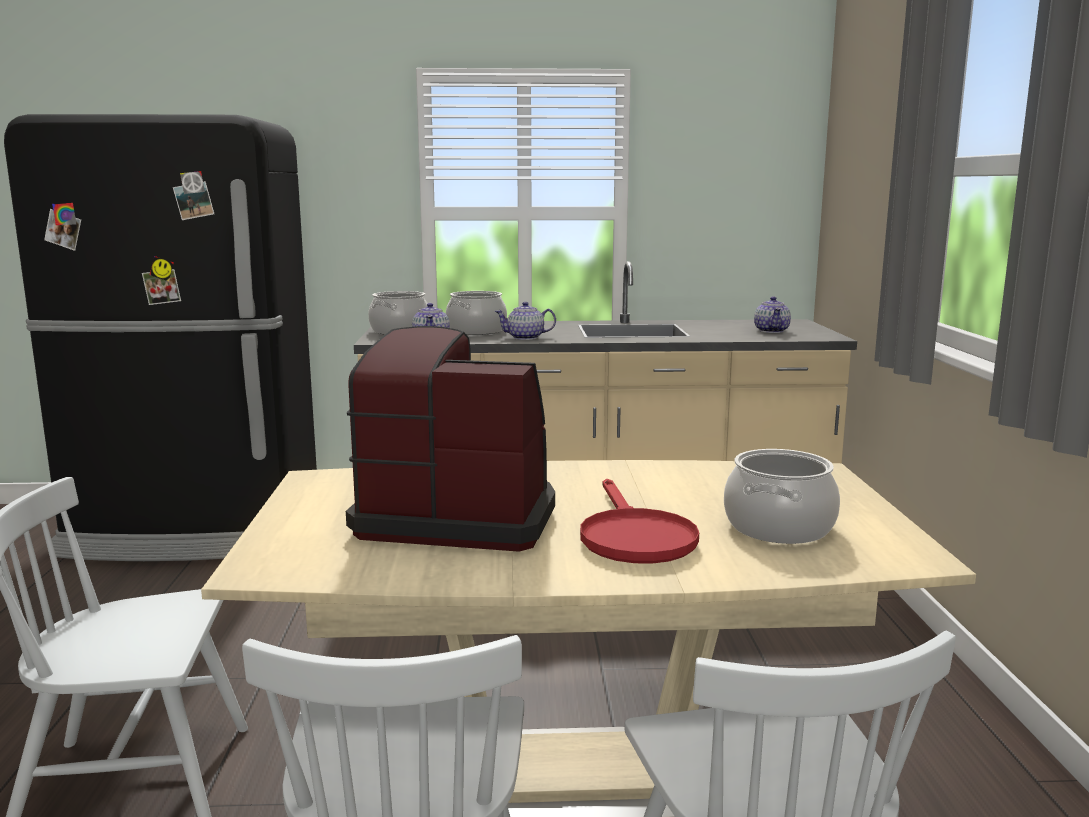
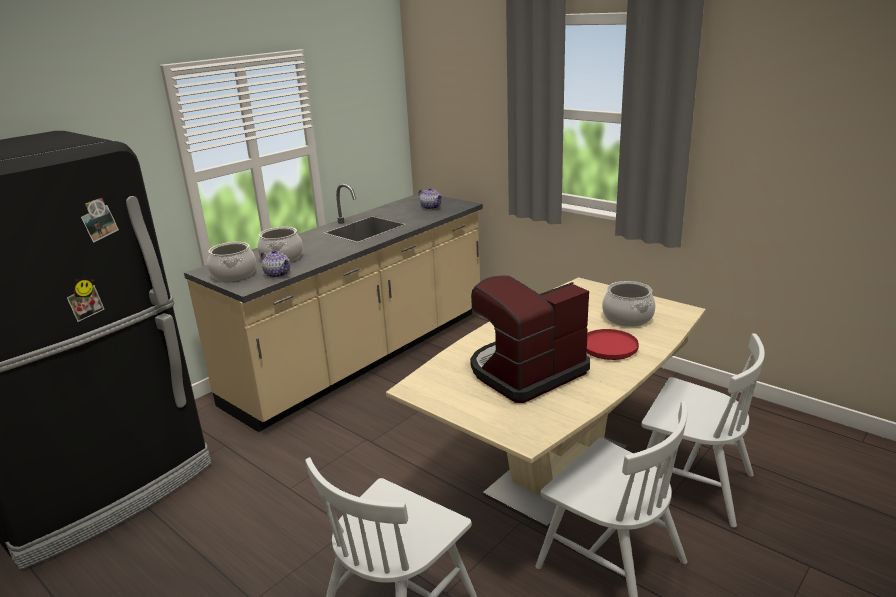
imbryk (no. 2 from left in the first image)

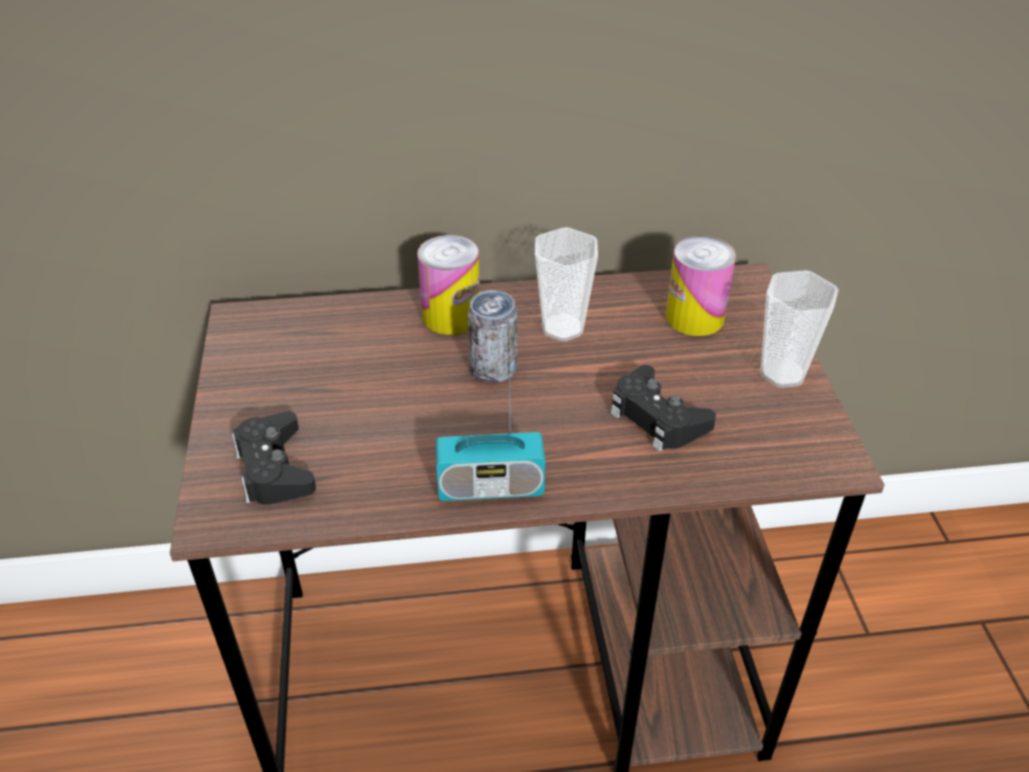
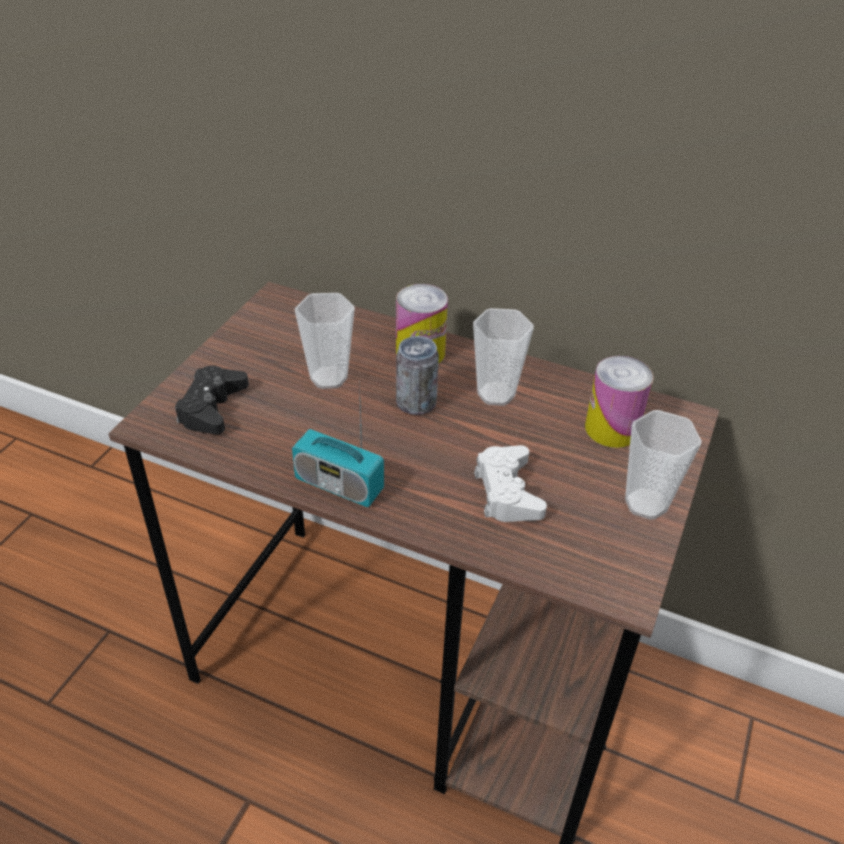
pad do gier [biały]
filiżanka (no. 1 from left)

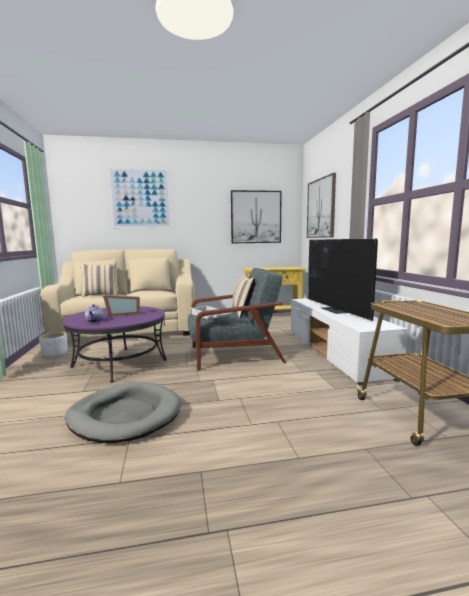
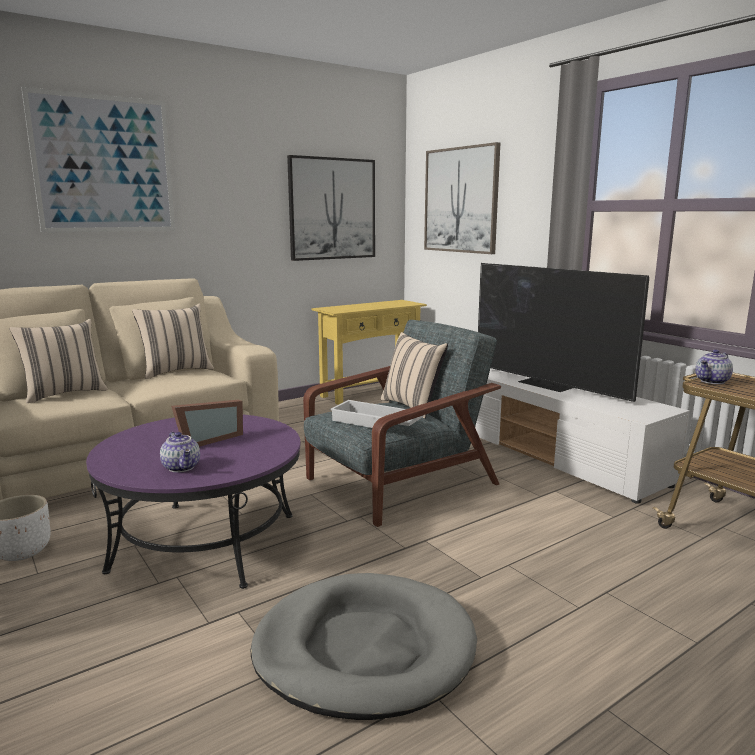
poduszka [beżowy] (no. 2 from left)
imbryk (no. 2 from left)

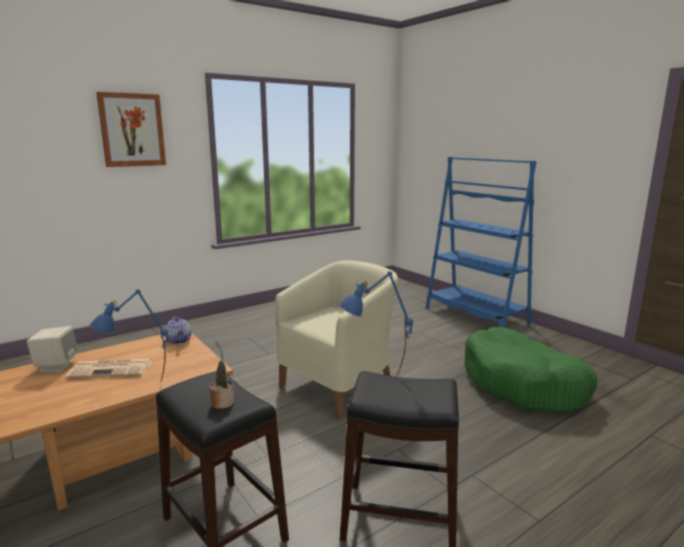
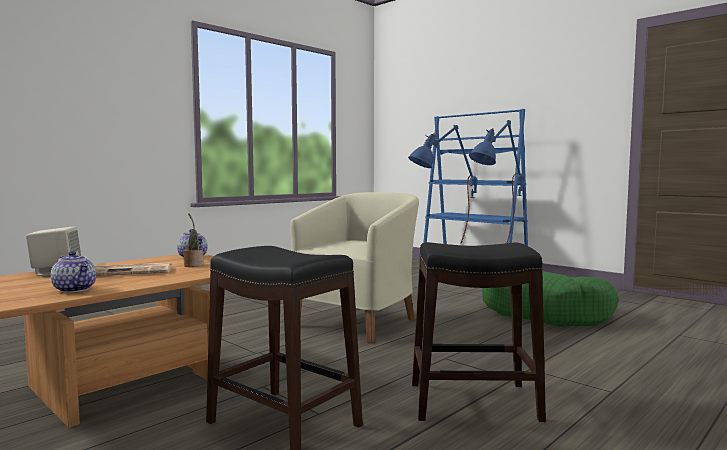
obraz
lampa stołowa [niebieski] (no. 2 from left)
roślina doniczkowa
imbryk (no. 1 from left)

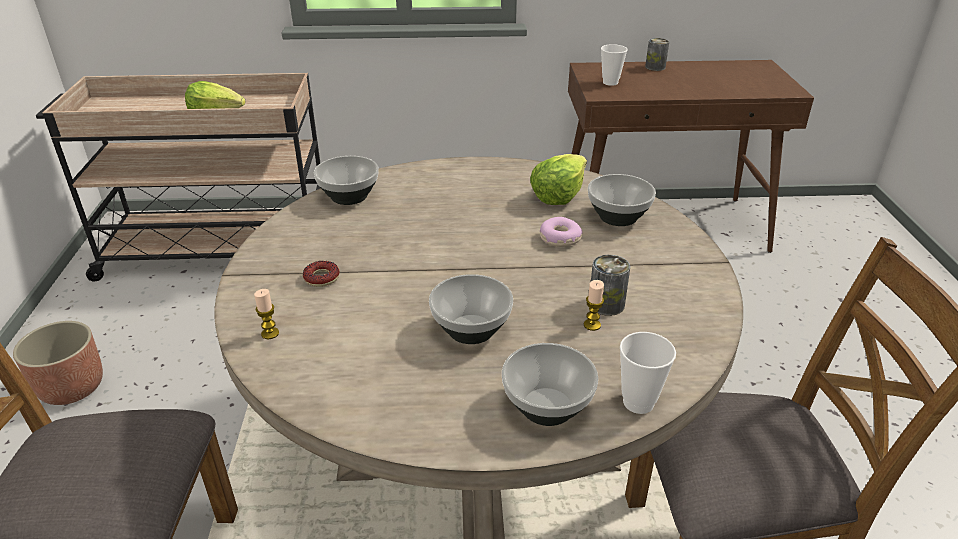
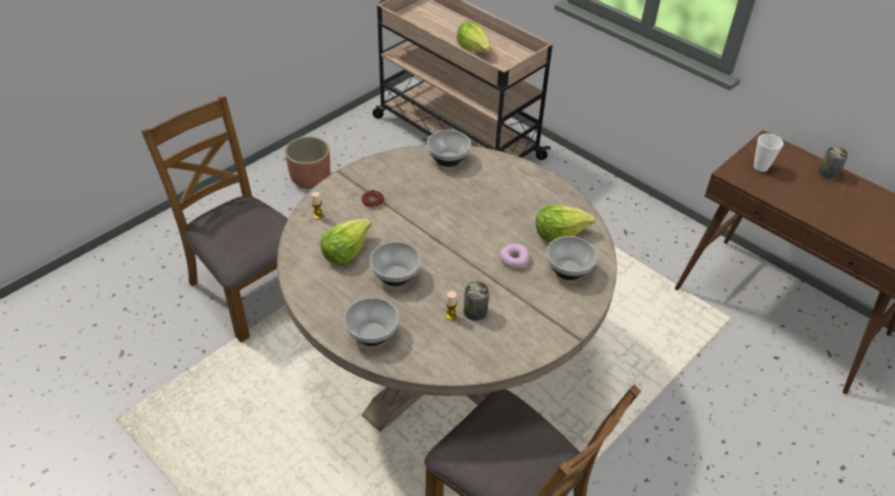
filiżanka (no. 2 from left in the first image)
sałata (no. 1 from left)

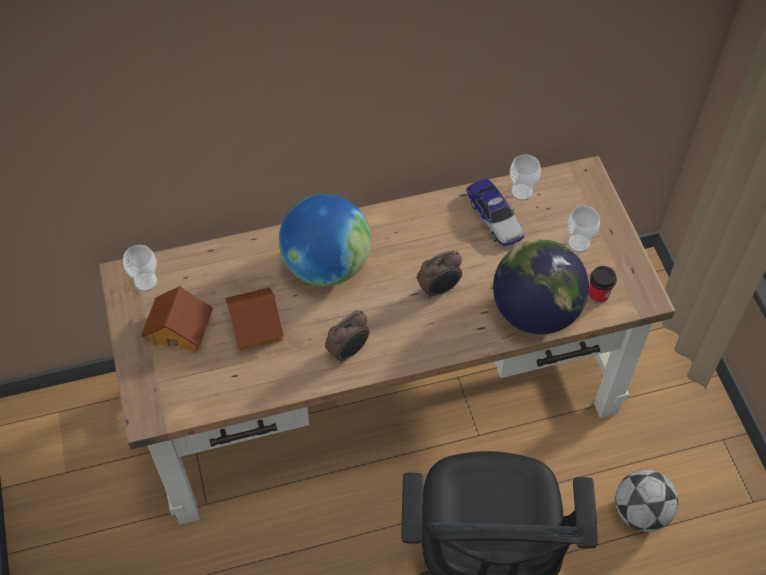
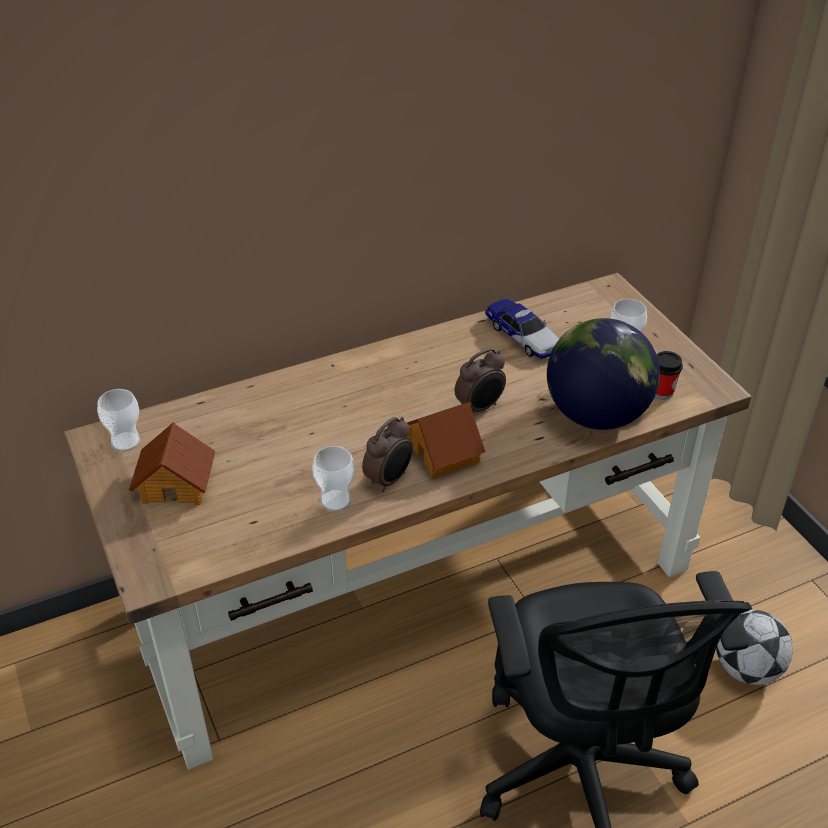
filiżanka (no. 2 from left)
globus (no. 1 from left in the first image)
domek (no. 2 from left)

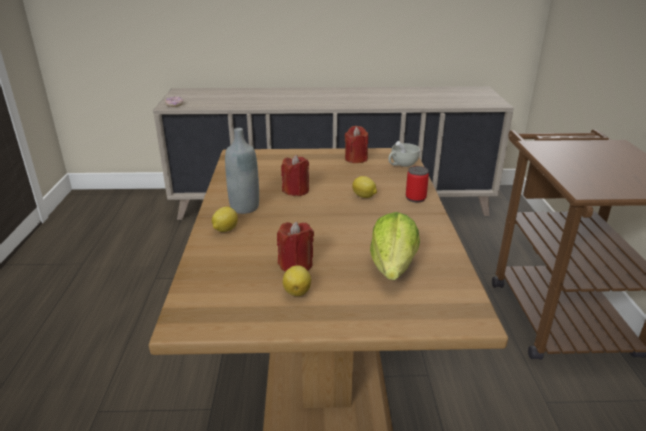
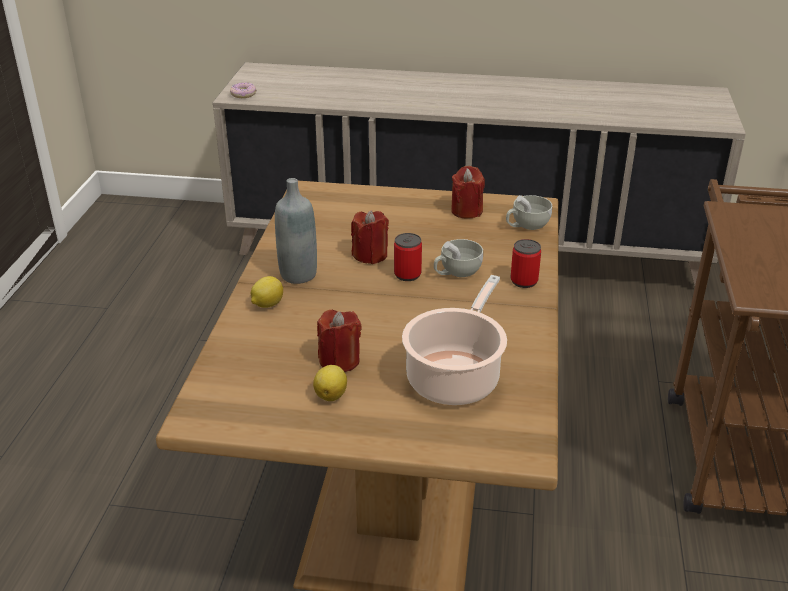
filiżanka [biały] (no. 1 from left)
garnek
puszka (no. 1 from left)

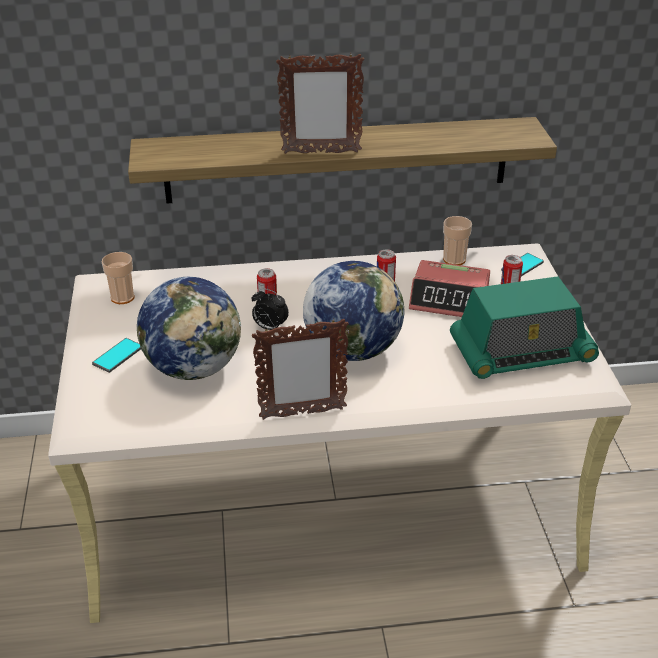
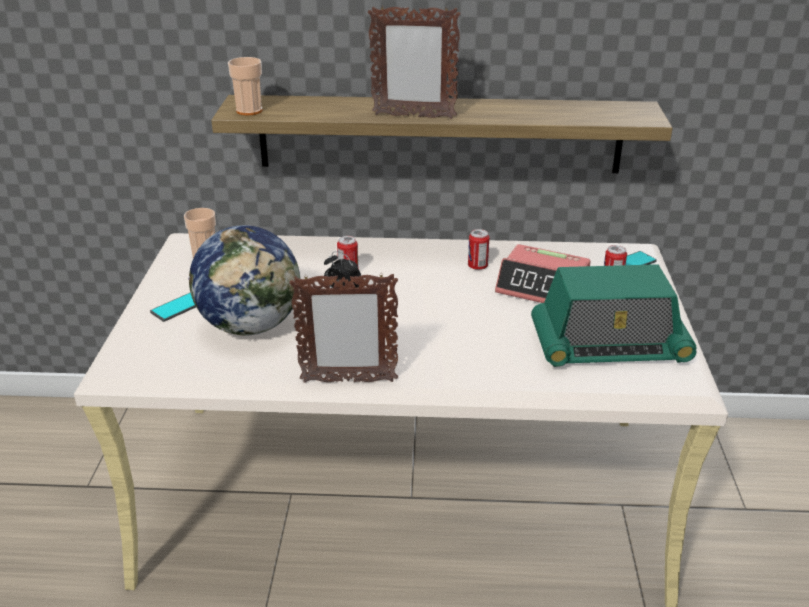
filiżanka (no. 2 from left)
globus (no. 2 from left in the first image)

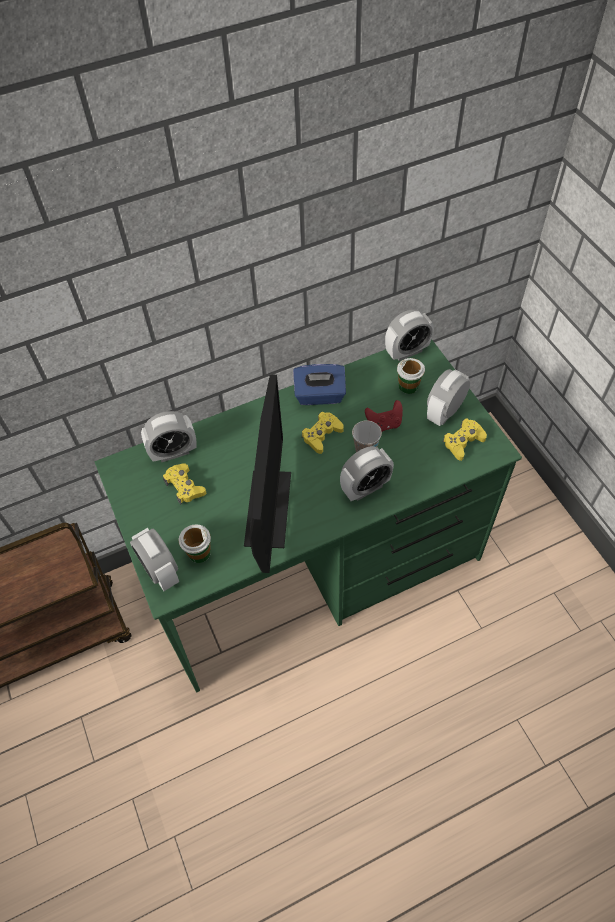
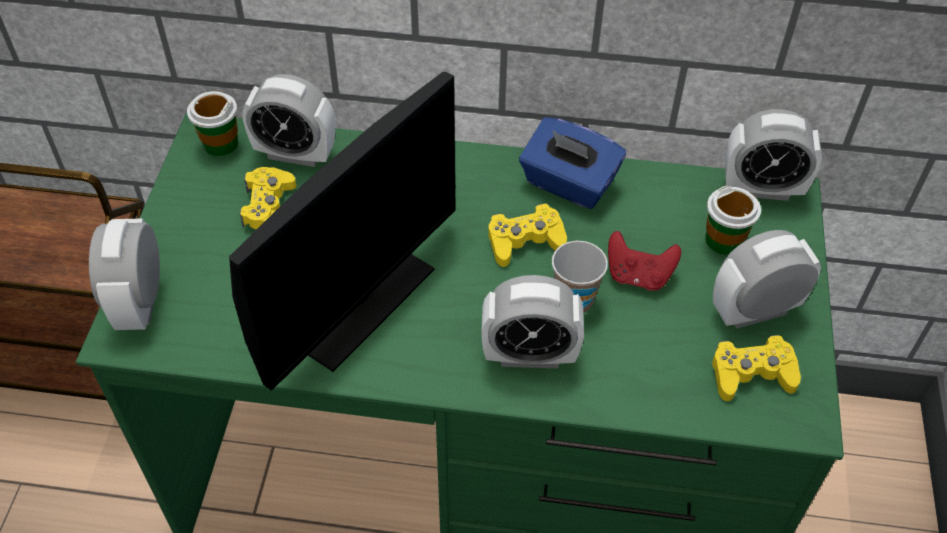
filiżanka (no. 1 from left)

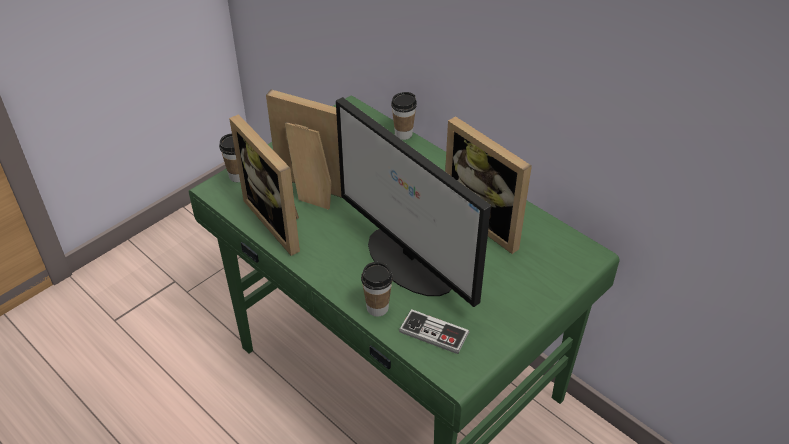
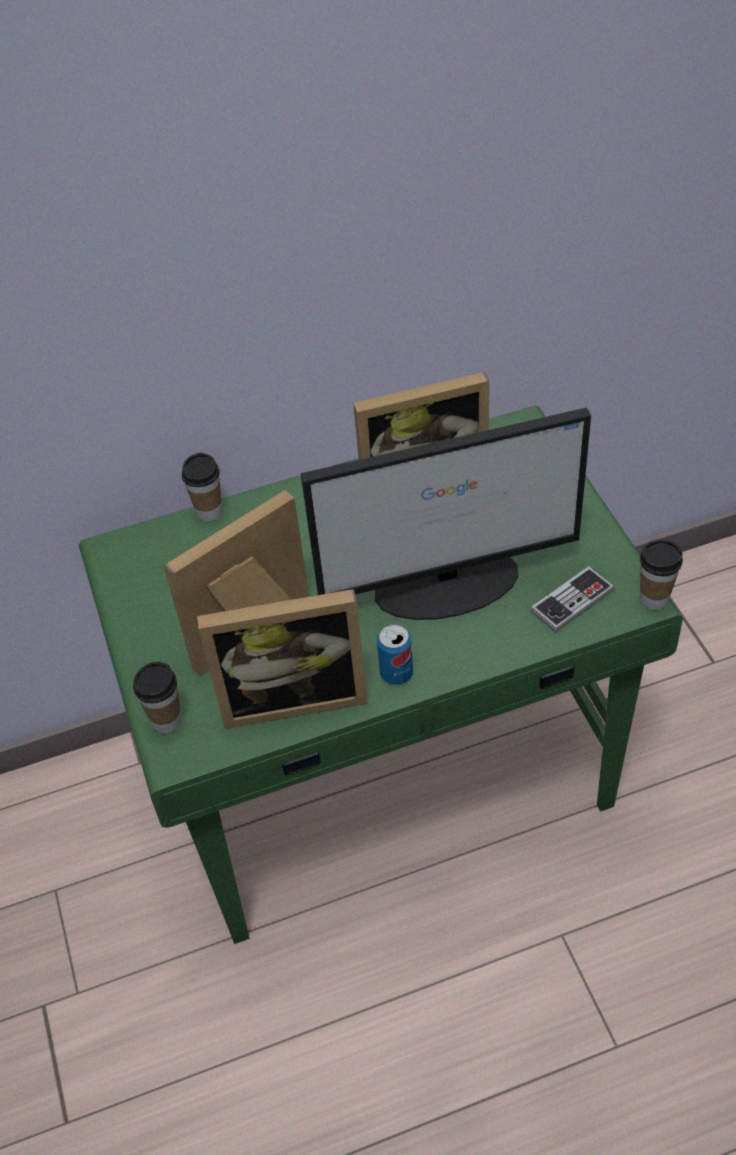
filiżanka (no. 3 from left)
puszka

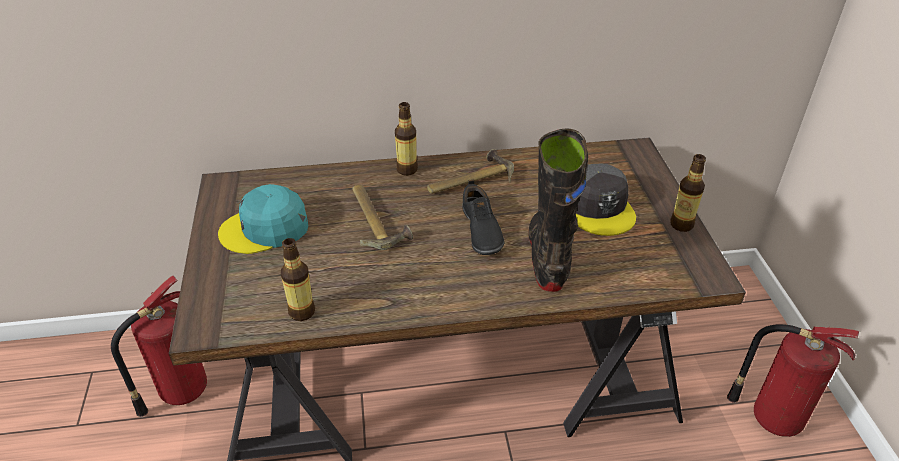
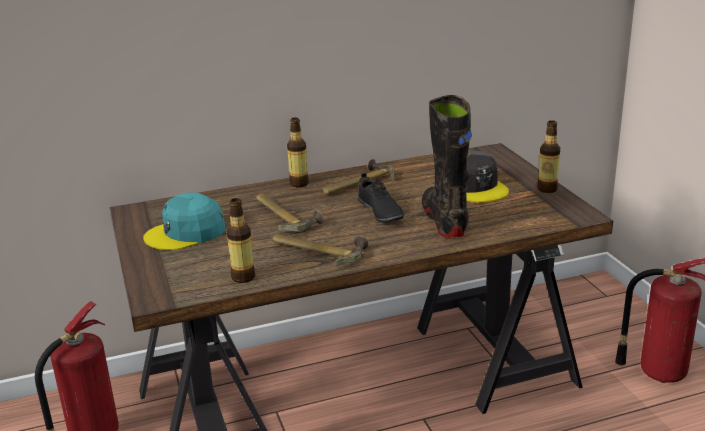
młotek (no. 2 from left)

